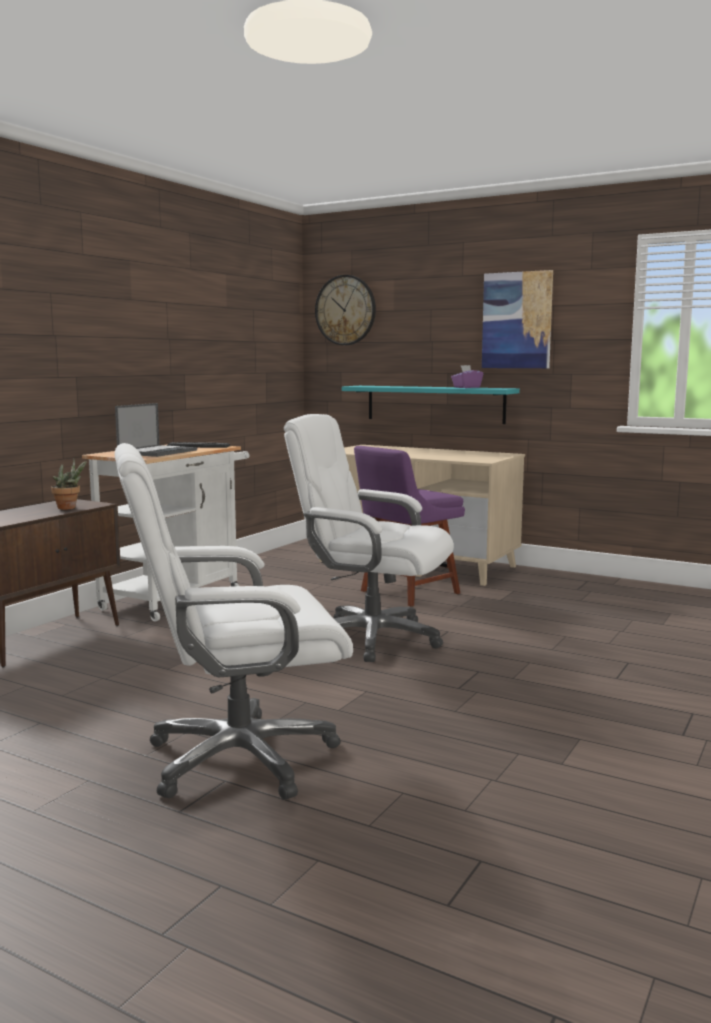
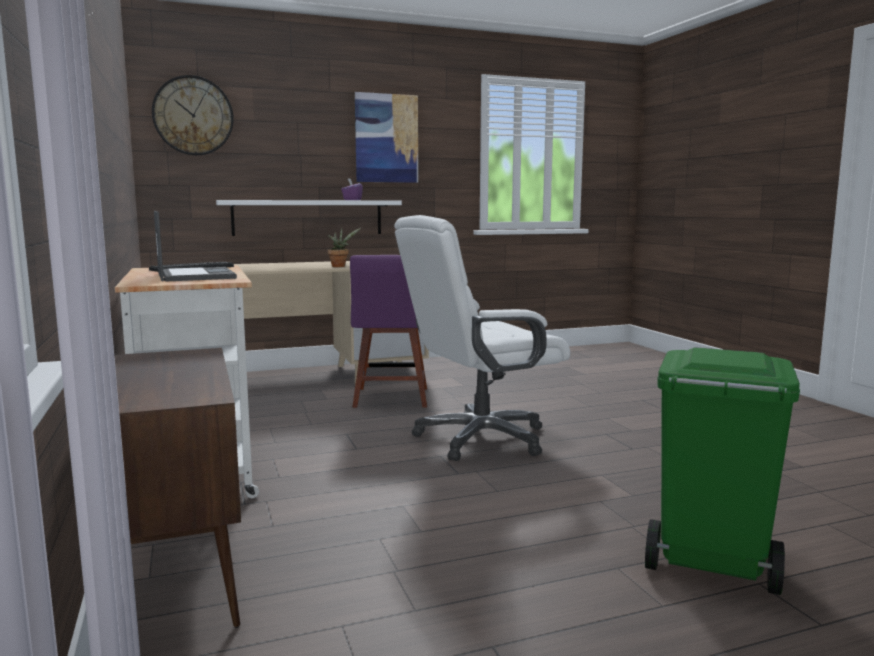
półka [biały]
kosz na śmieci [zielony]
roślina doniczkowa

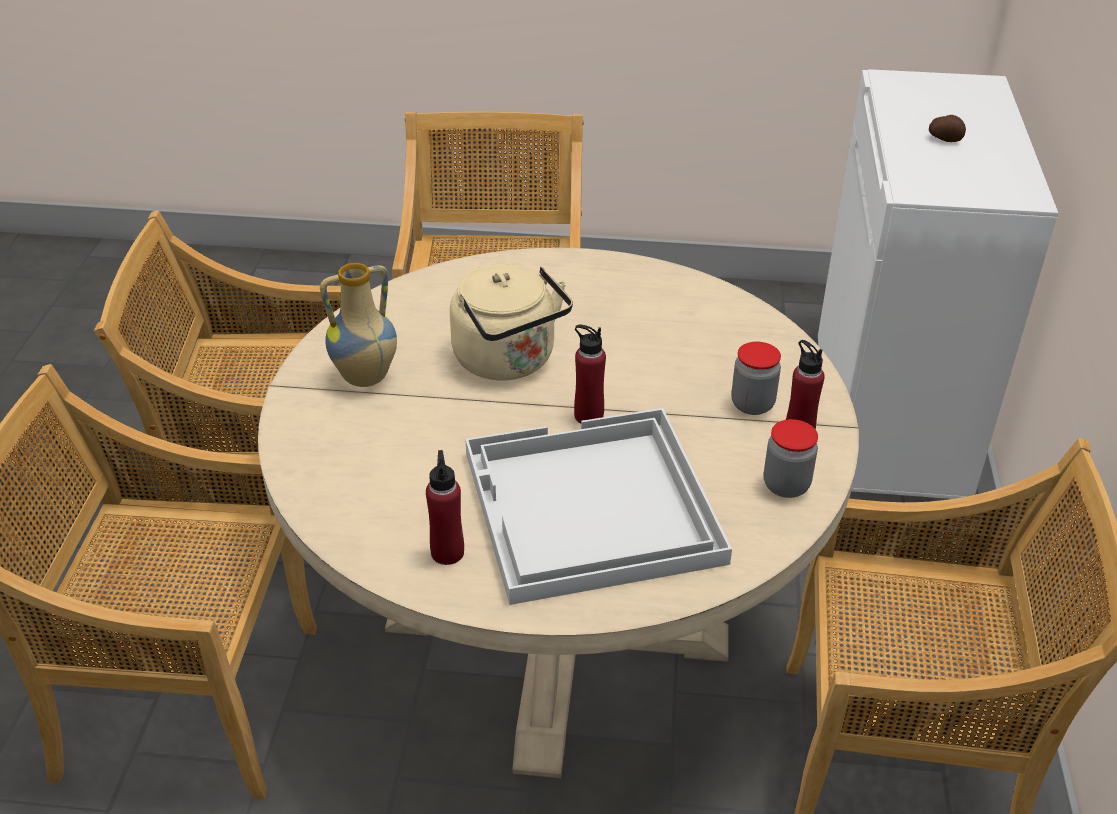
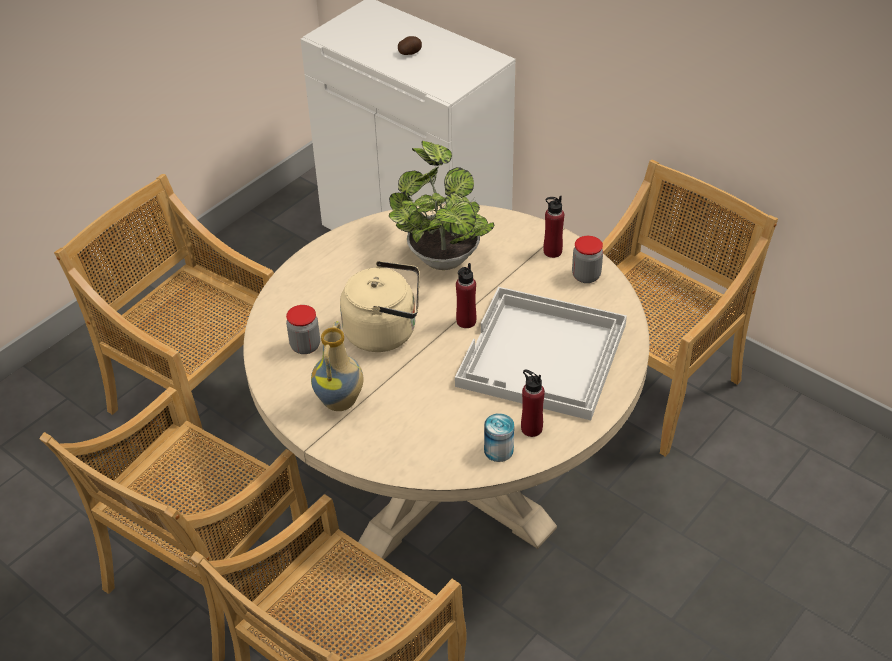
słoik (no. 1 from left)
roślina doniczkowa
puszka

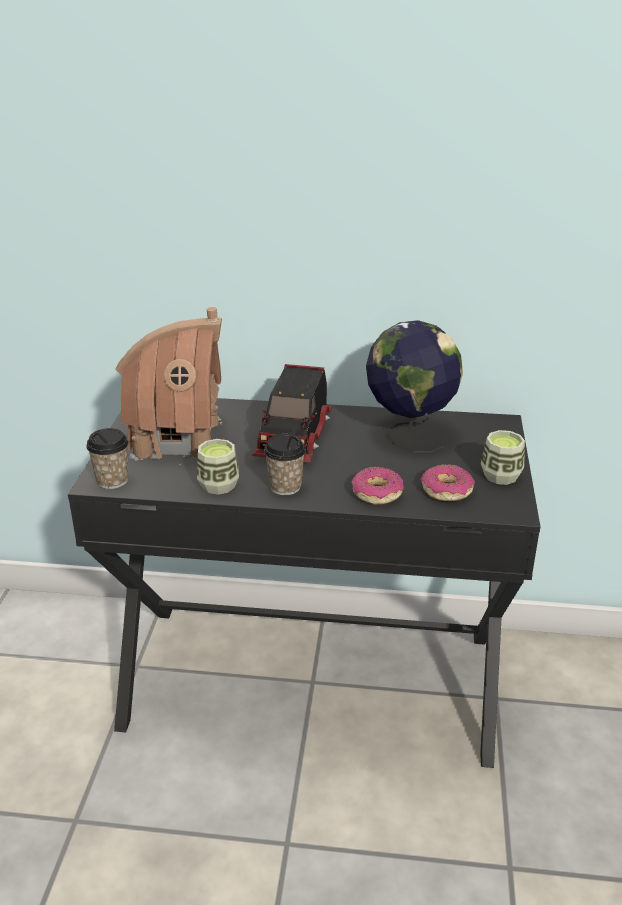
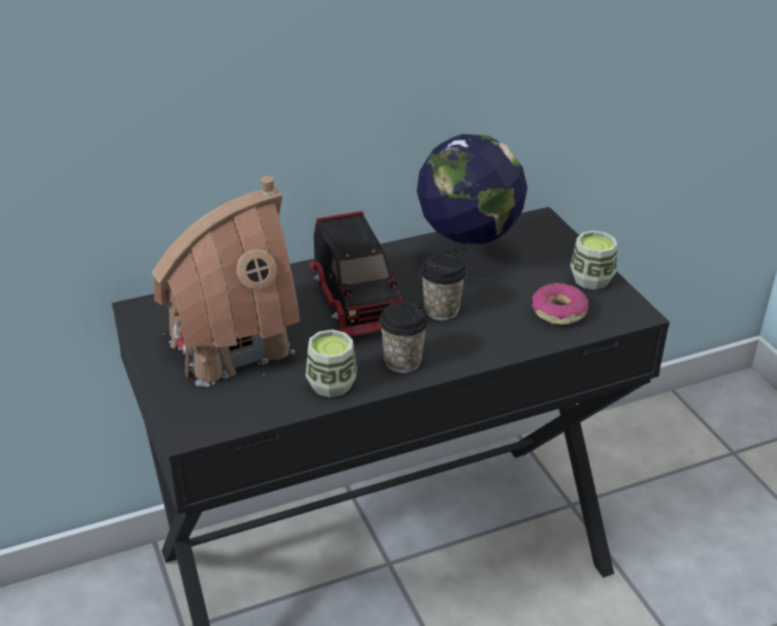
filiżanka (no. 3 from left)
donut (no. 1 from left in the first image)

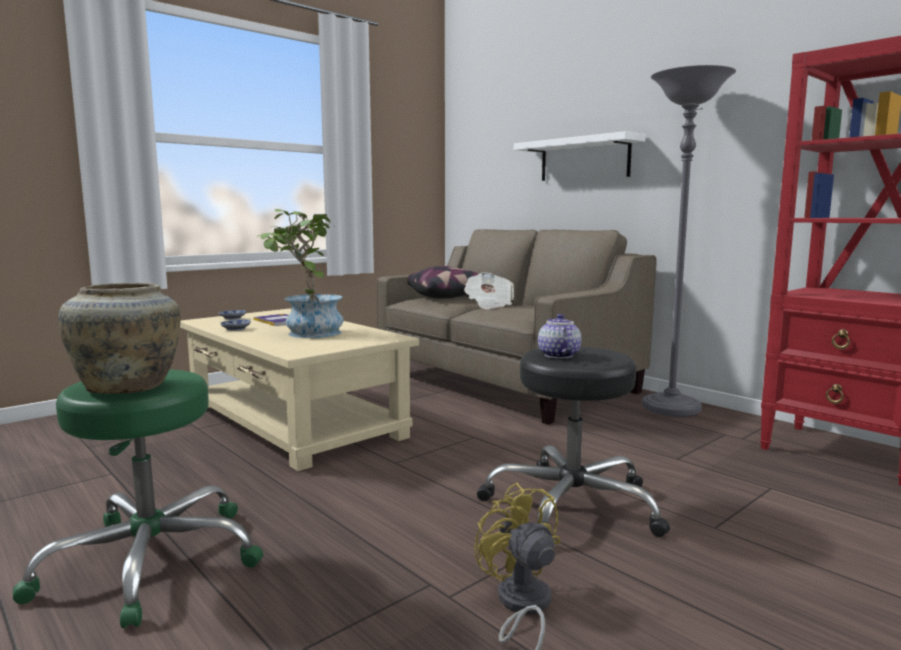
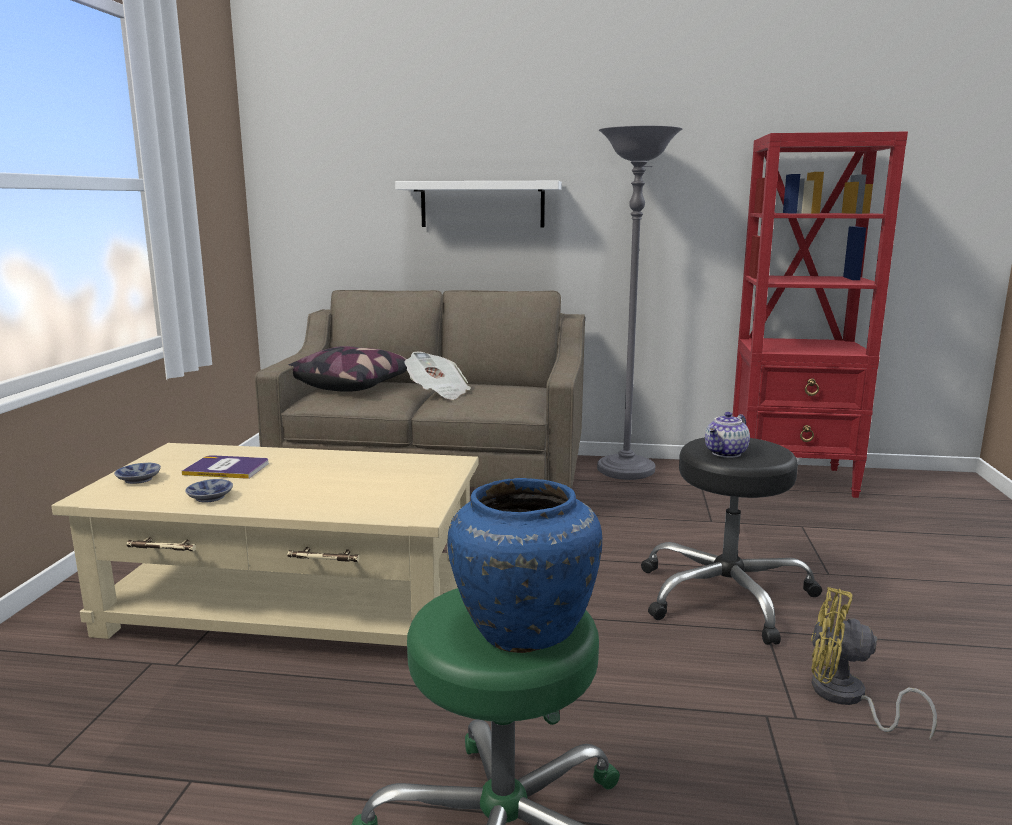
roślina doniczkowa
wazon [niebieski]
imbryk

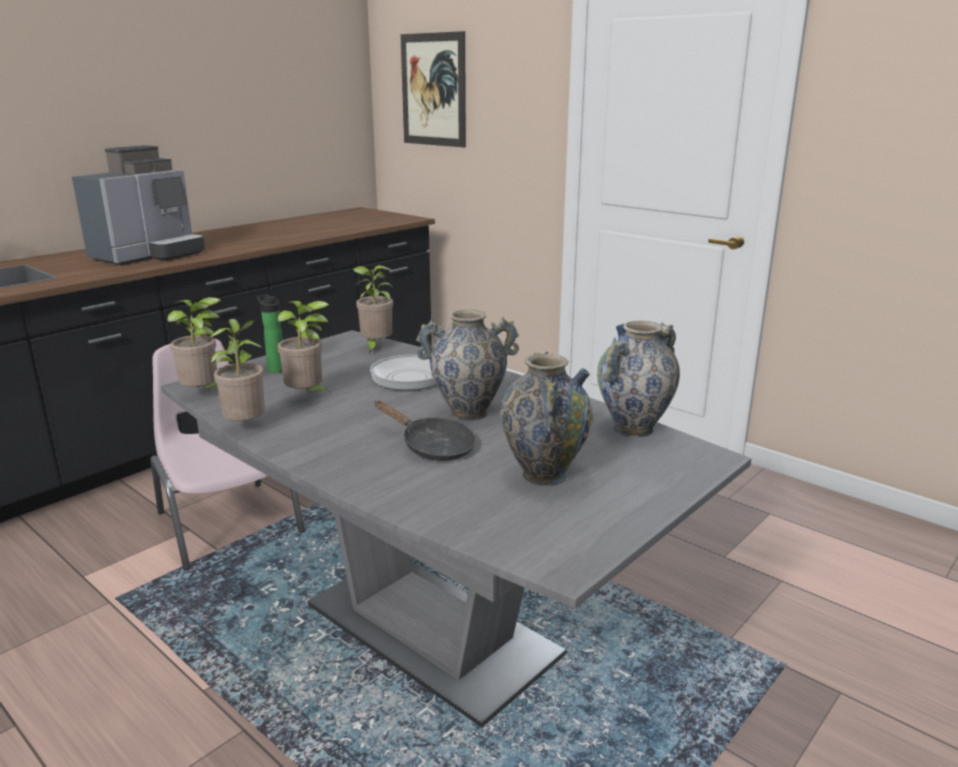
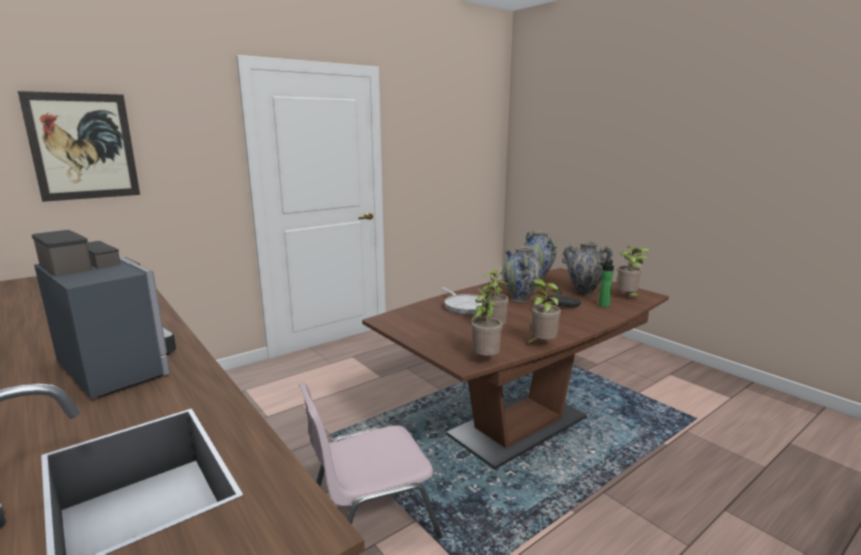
roślina doniczkowa (no. 4 from left)
butelka
stół jadalny [brązowy]

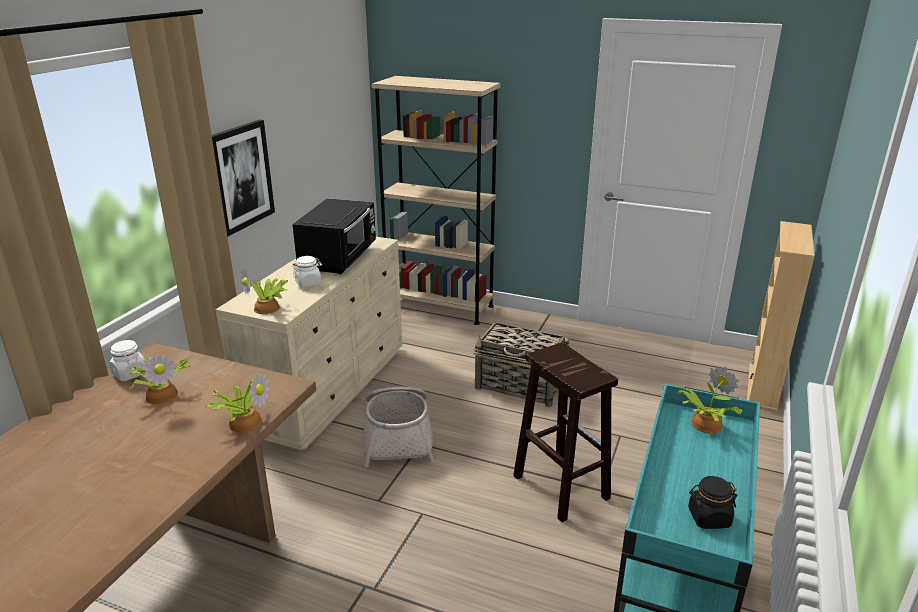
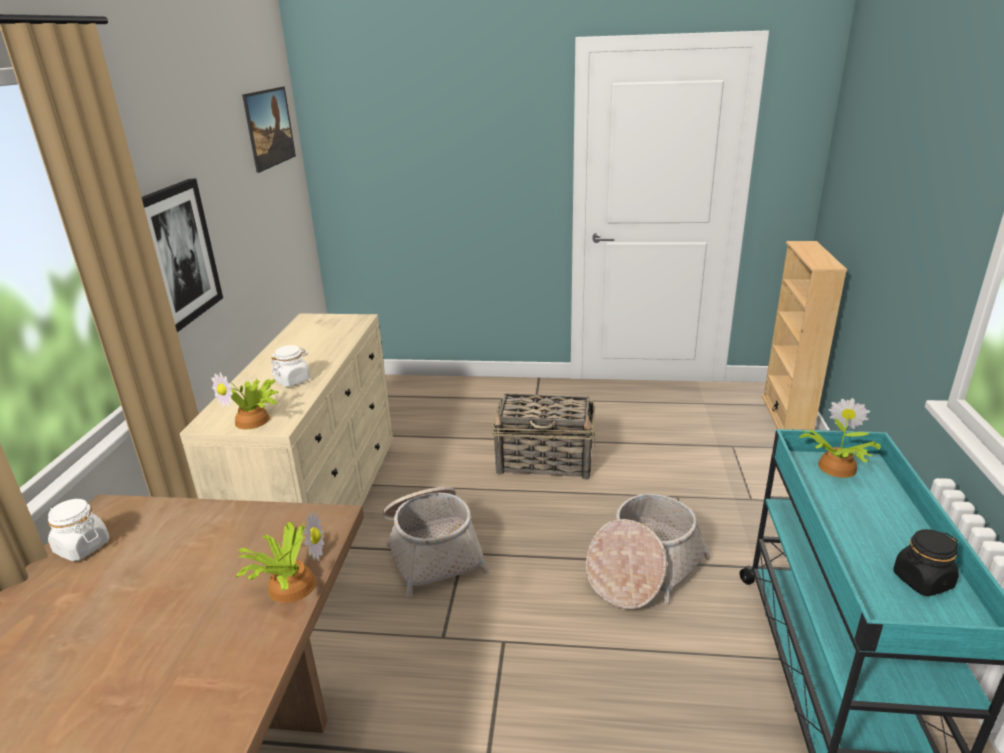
regał [beżowy] (no. 1 from left in the first image)
mikrofalówka [czarny]
koszyk (no. 3 from left)
roślina doniczkowa (no. 1 from left in the first image)
obraz (no. 2 from left)

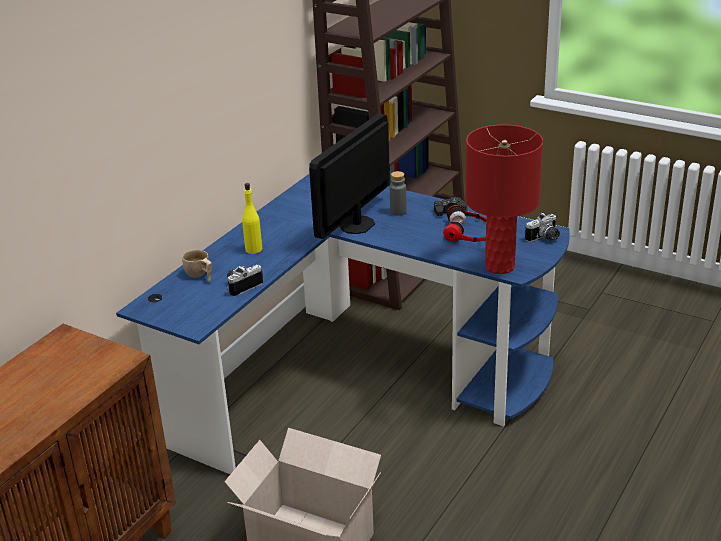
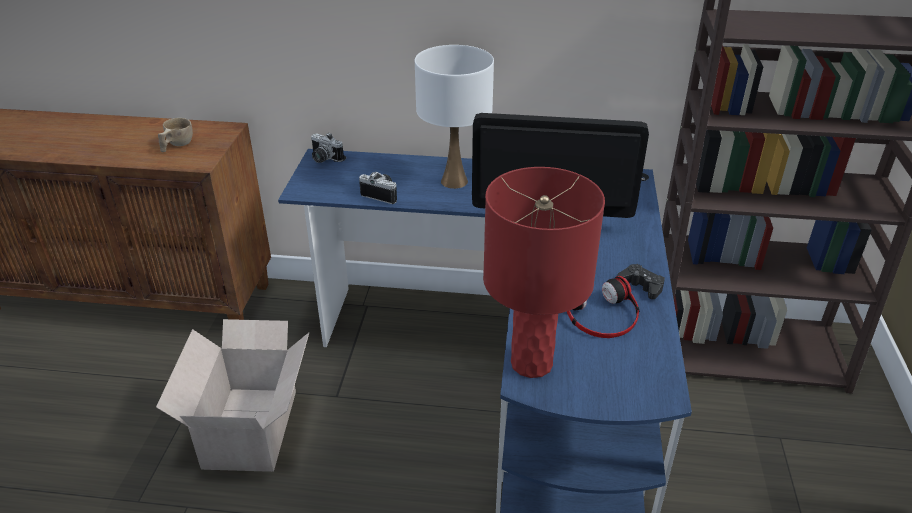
butelka [szary]
lampa stołowa [biały]
aparat fotograficzny (no. 1 from left)
filiżanka [beżowy]

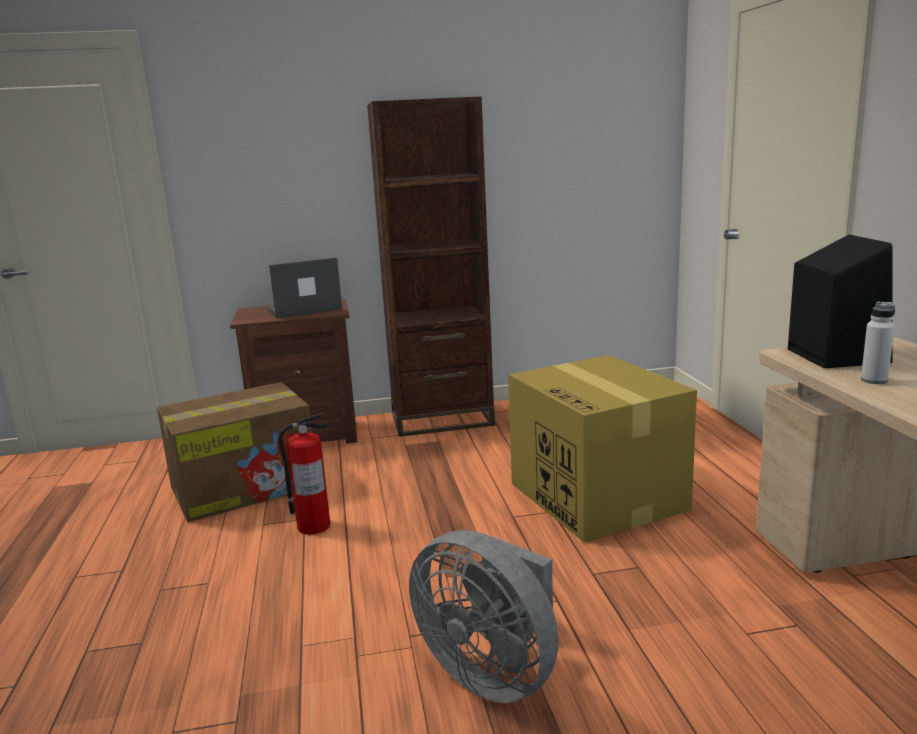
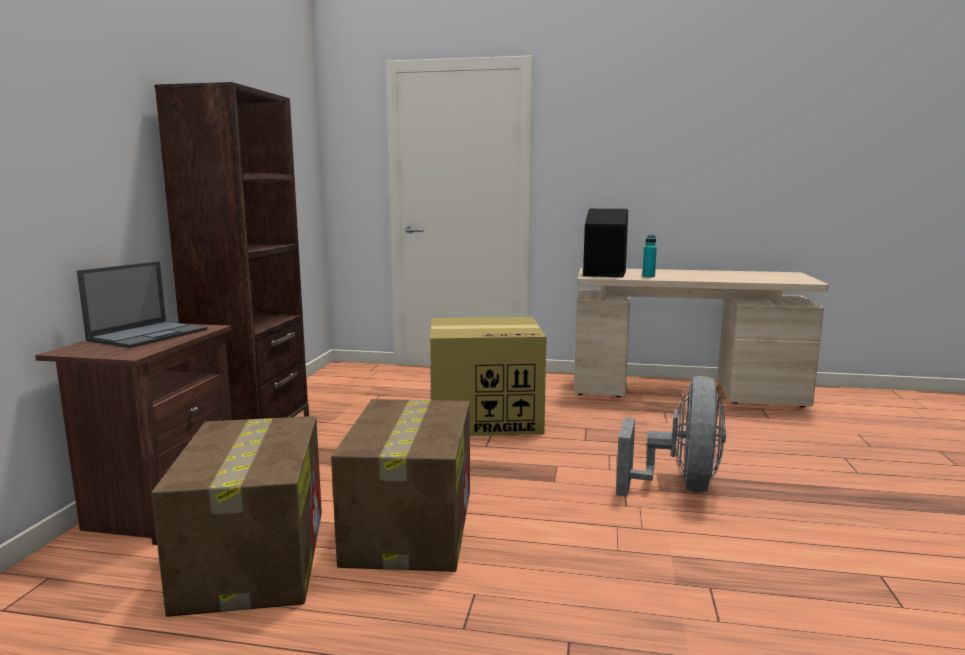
laptop
butelka [turkusowy]
karton (no. 2 from left)
wentylator [szary]

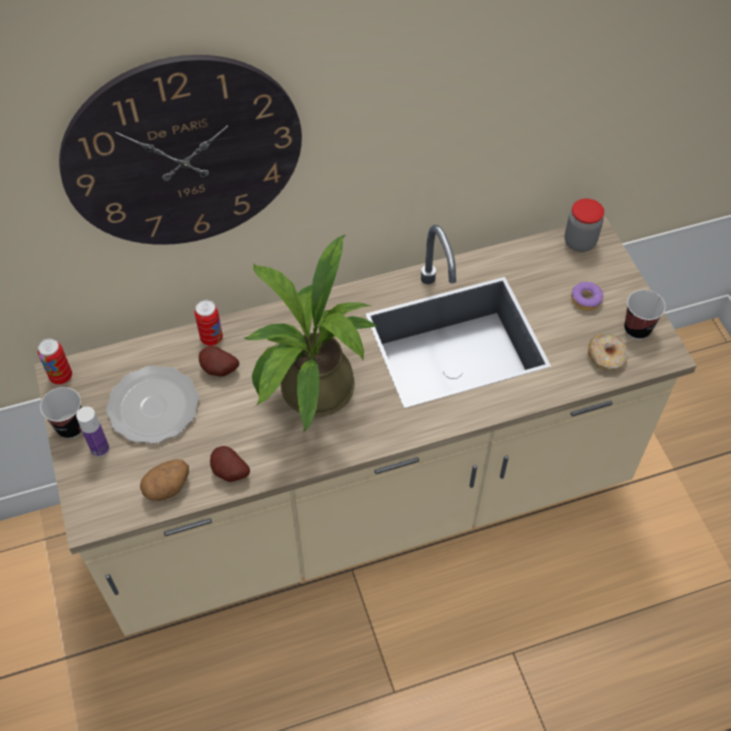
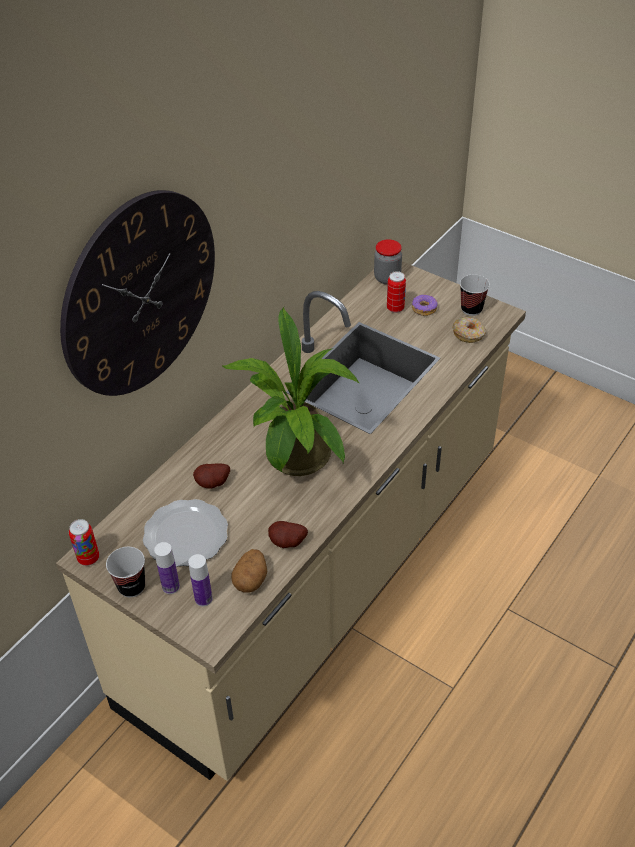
puszka (no. 2 from left)
butelka (no. 2 from left)

